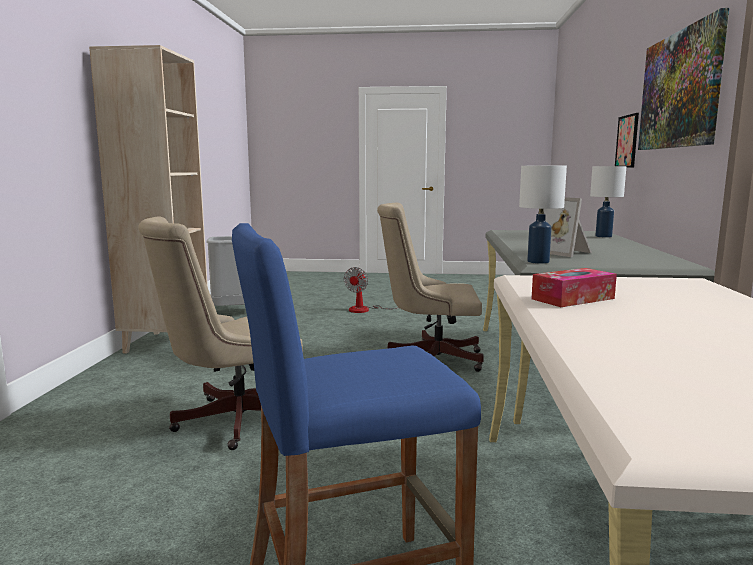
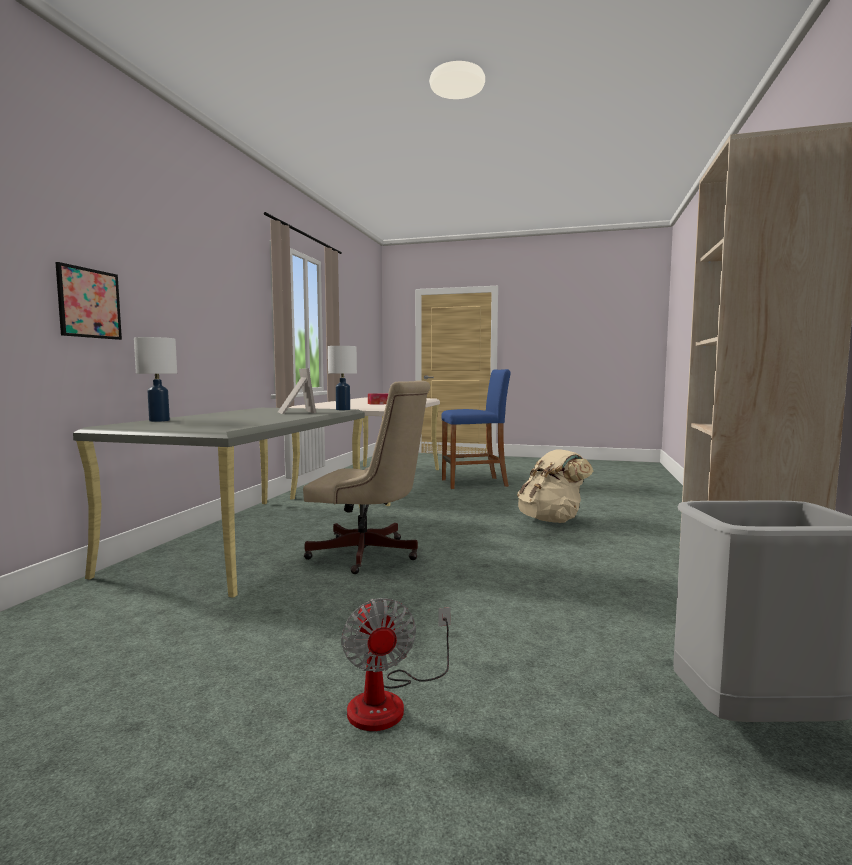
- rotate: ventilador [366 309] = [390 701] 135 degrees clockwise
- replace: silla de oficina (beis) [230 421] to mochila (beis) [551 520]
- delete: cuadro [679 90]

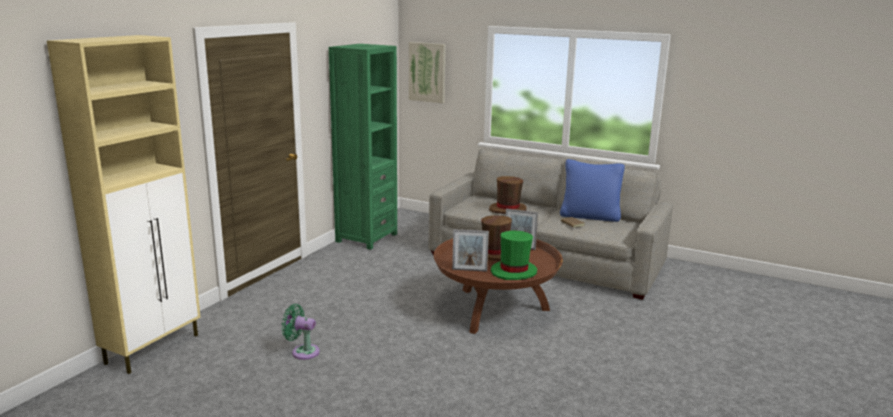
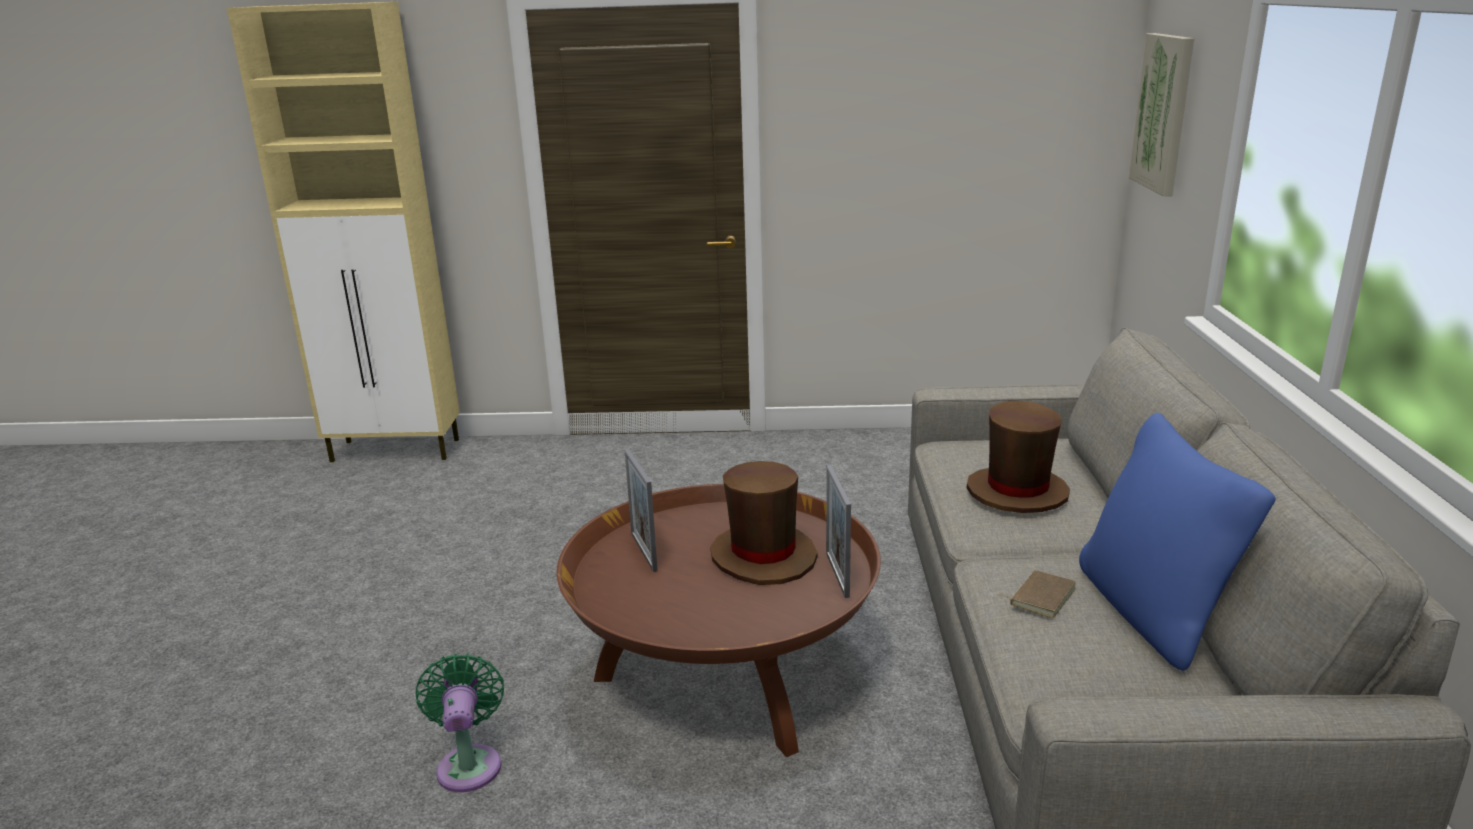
- move: ventilador (verde) [302 352] to [469 763]
- delete: estantería (verde) [366 238]
- delete: sombrero (verde) [514 272]

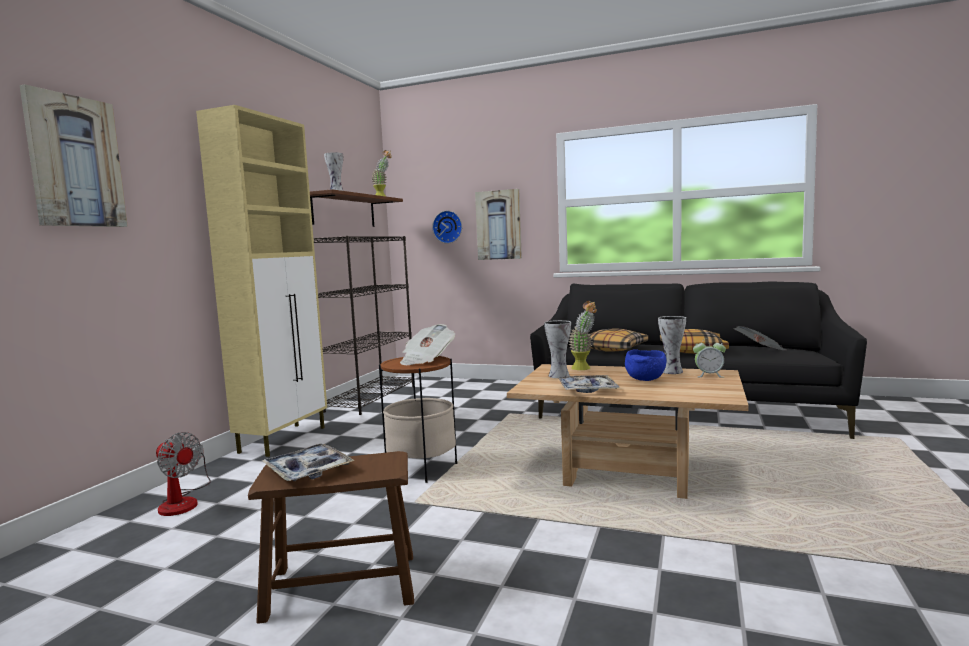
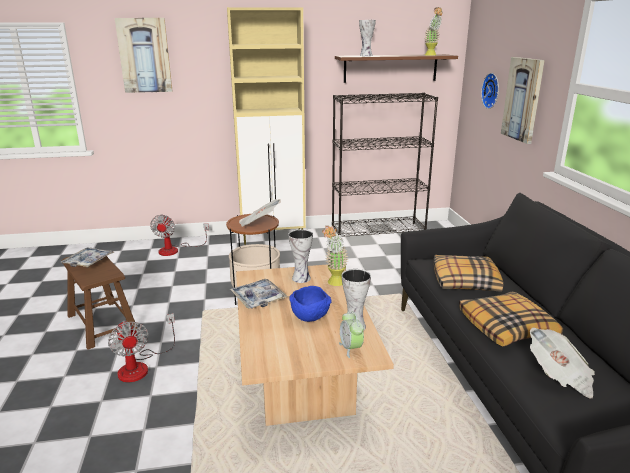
- insert: ventilador [141 366]

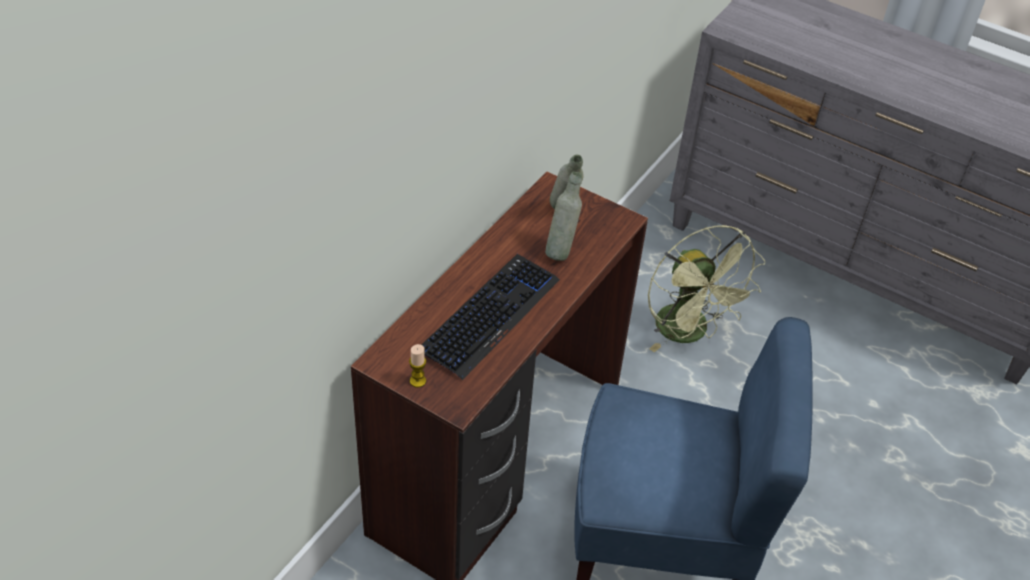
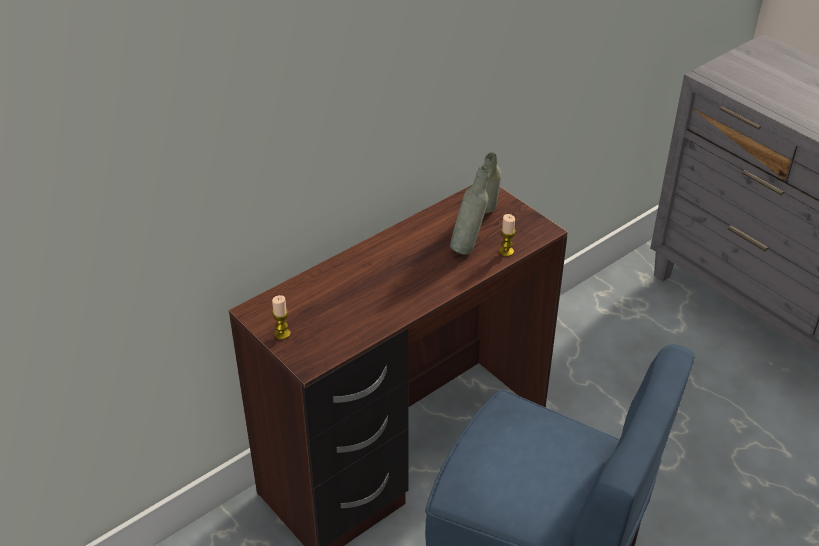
- insert: vela [506 251]
- delete: teclado [489 316]
- delete: ventilador (verde) [689 333]

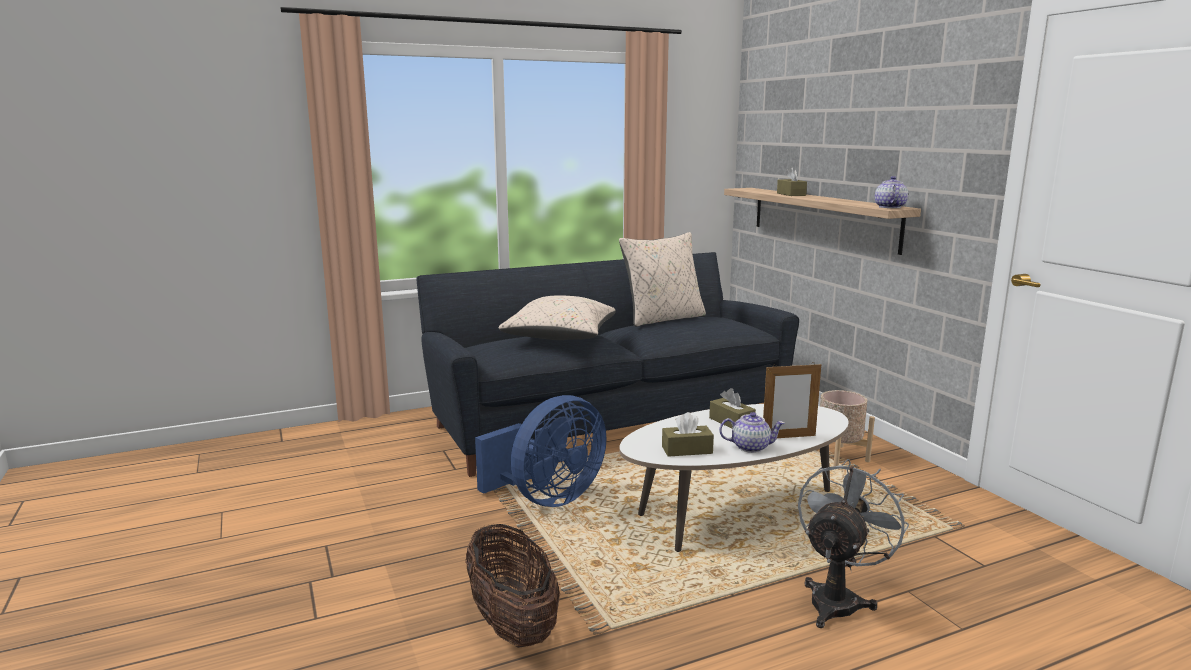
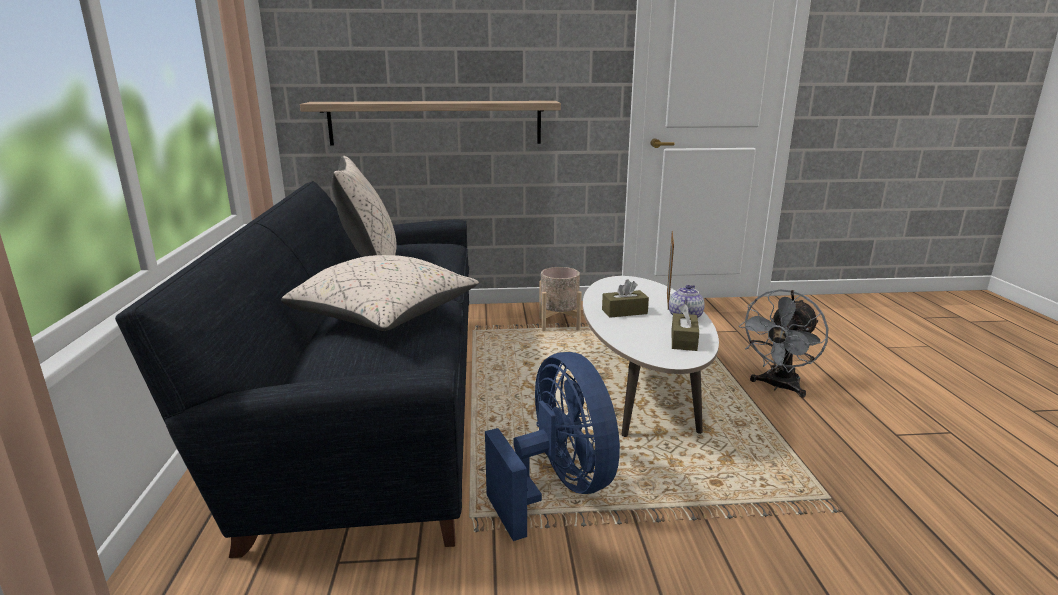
- rotate: ventilador (gris) [838 599] = [778 386] 105 degrees counterclockwise
- delete: cesta [512 623]
- delete: caja de pañuelos (marrón) [791 194]
- delete: tetera [889 207]

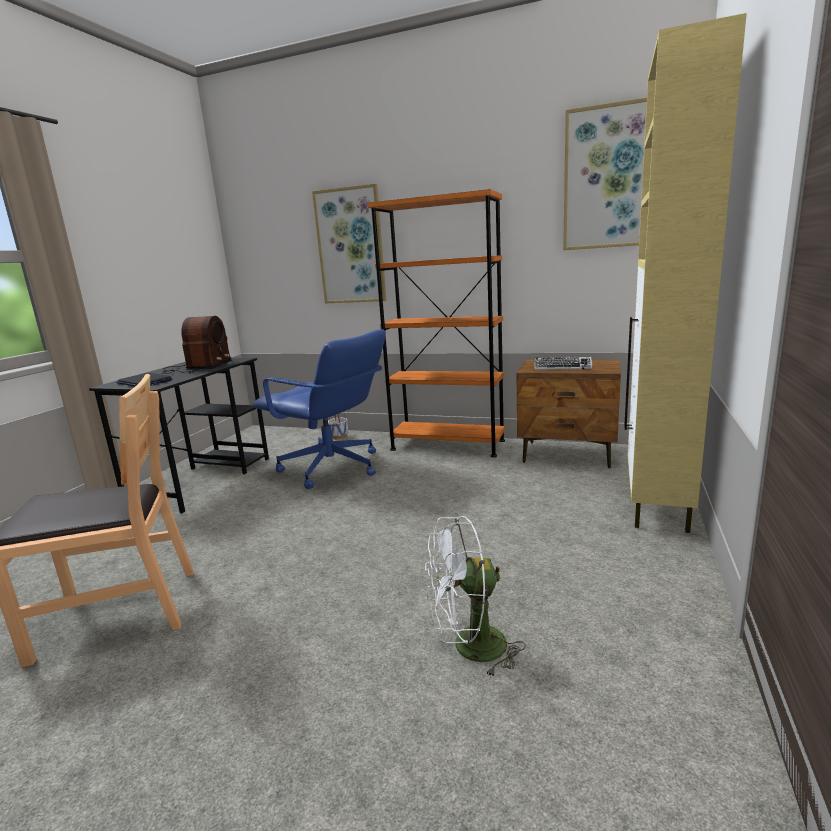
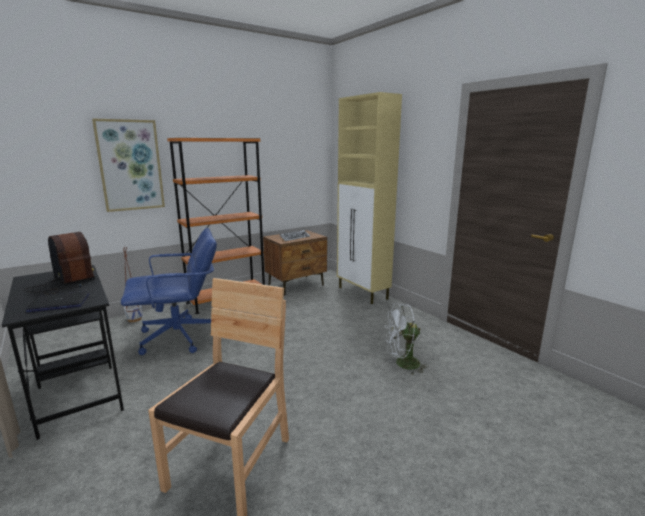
- rotate: ventilador (blanco) [469 648] = [402 364] 60 degrees clockwise
- delete: cuadro [607 178]

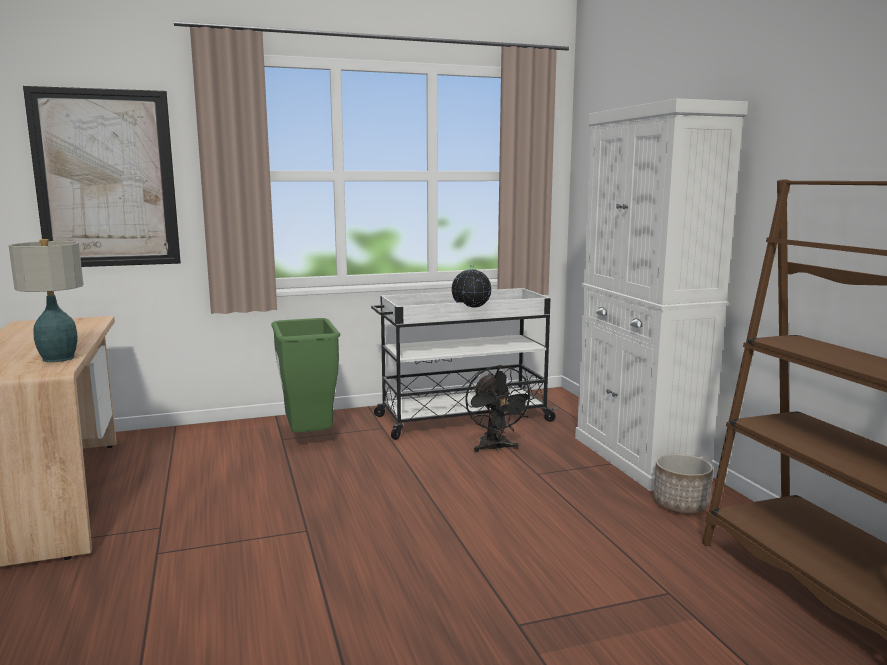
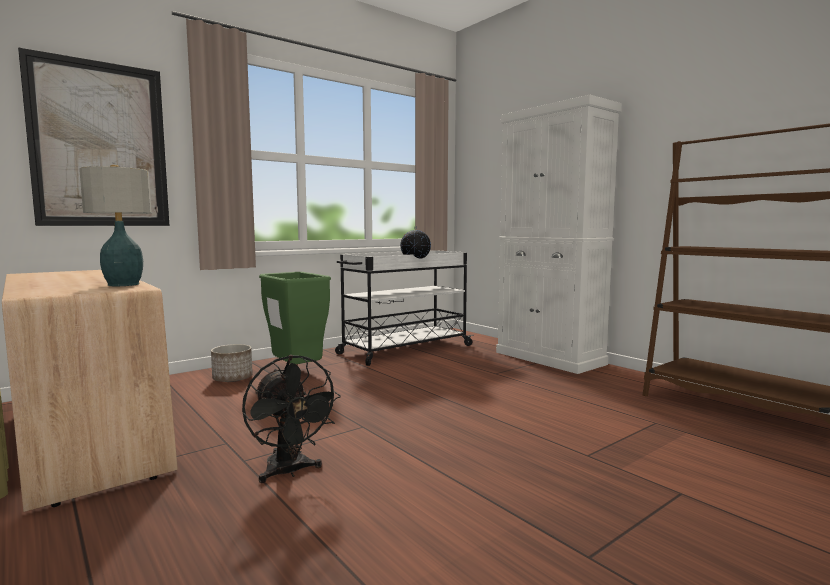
- move: maceta [680 504] to [232 378]
- move: ventilador (negro) [495 448] to [289 472]

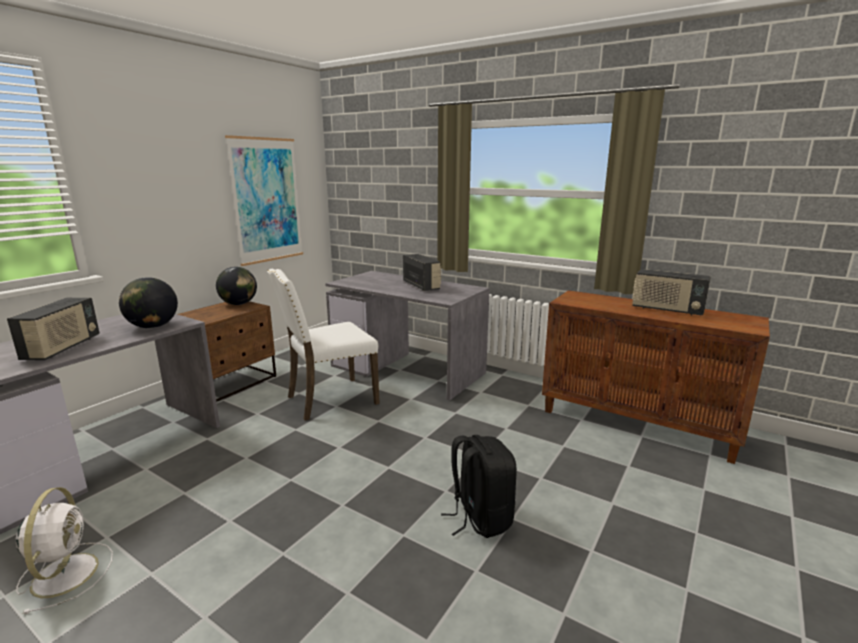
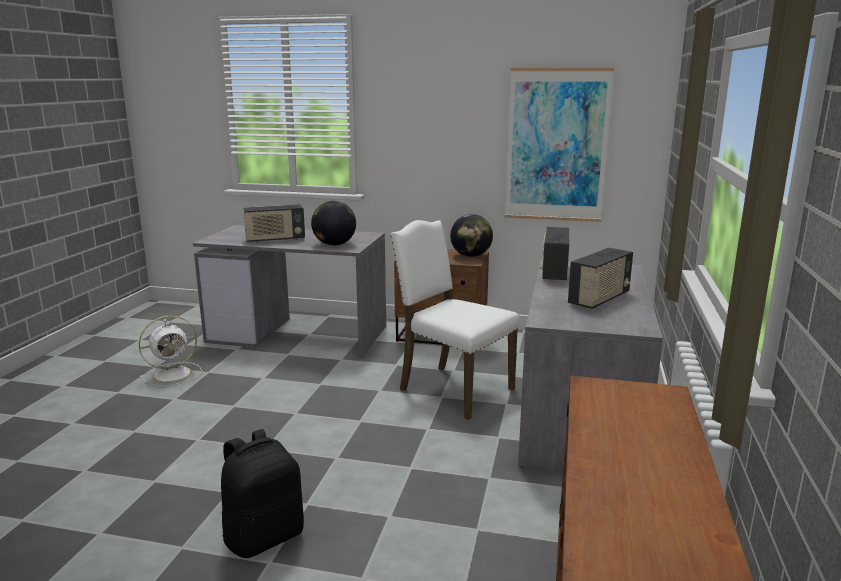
- move: radio [666 310] to [554 272]

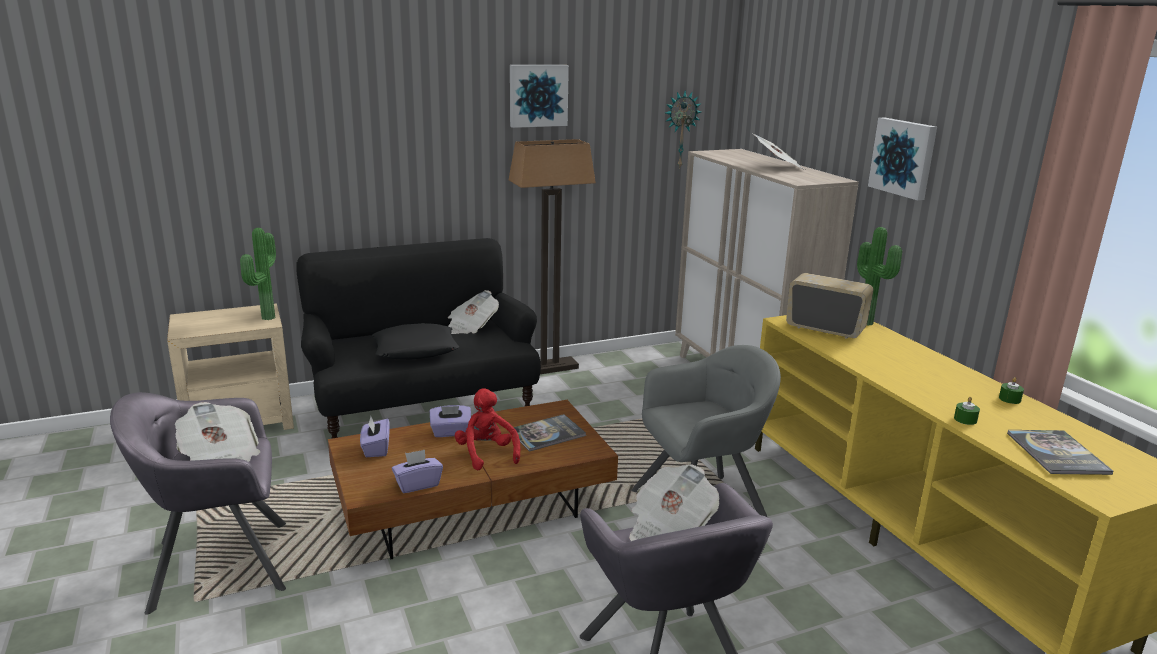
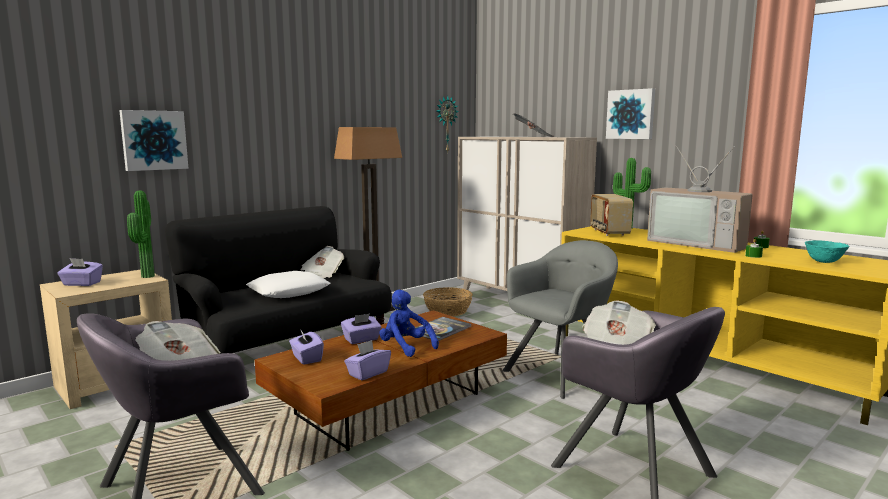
- insert: caja de pañuelos (morado) [81 284]
- move: cuadro [538 95] to [154 140]
- recolor: cojín (negro) [416 349] to cojín (blanco) [289 292]
- recolor: peluche (rojo) [486 454] to peluche (azul) [405 347]
- insert: cesta [448 311]
- rotate: radio [825 329] = [608 232] 105 degrees counterclockwise
- insert: televisor [698 243]
- replace: libro [1057 453] to cuenco (turquesa) [824 262]

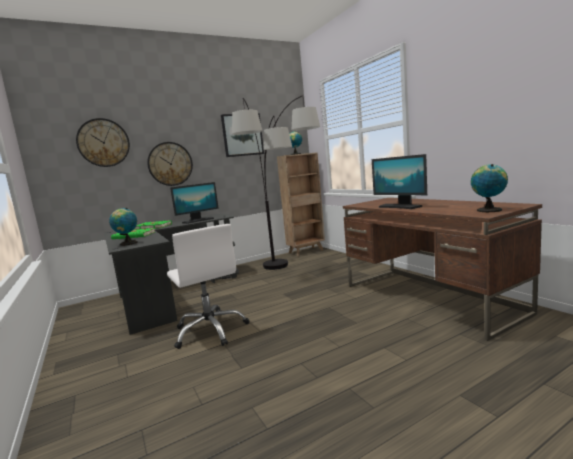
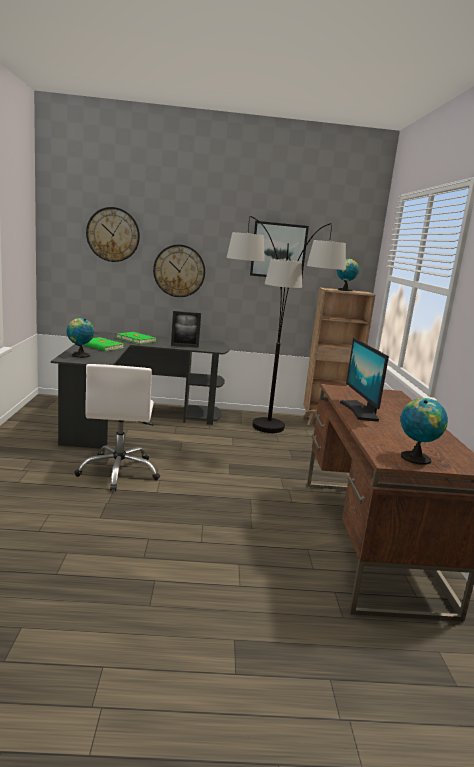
- replace: monitor [198 220] to portarretratos [184 346]

